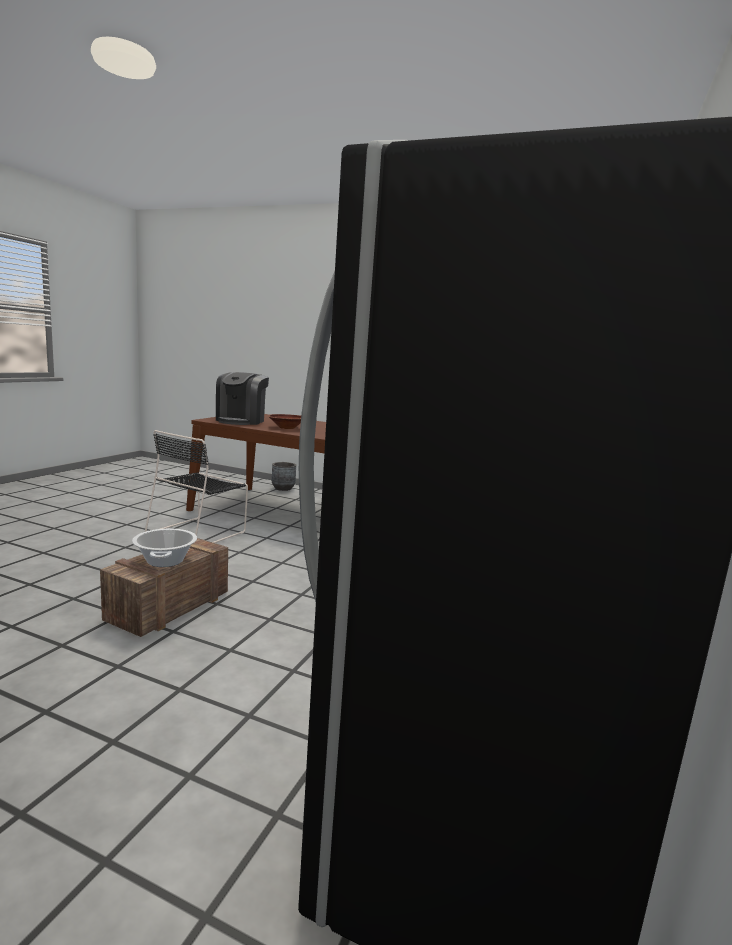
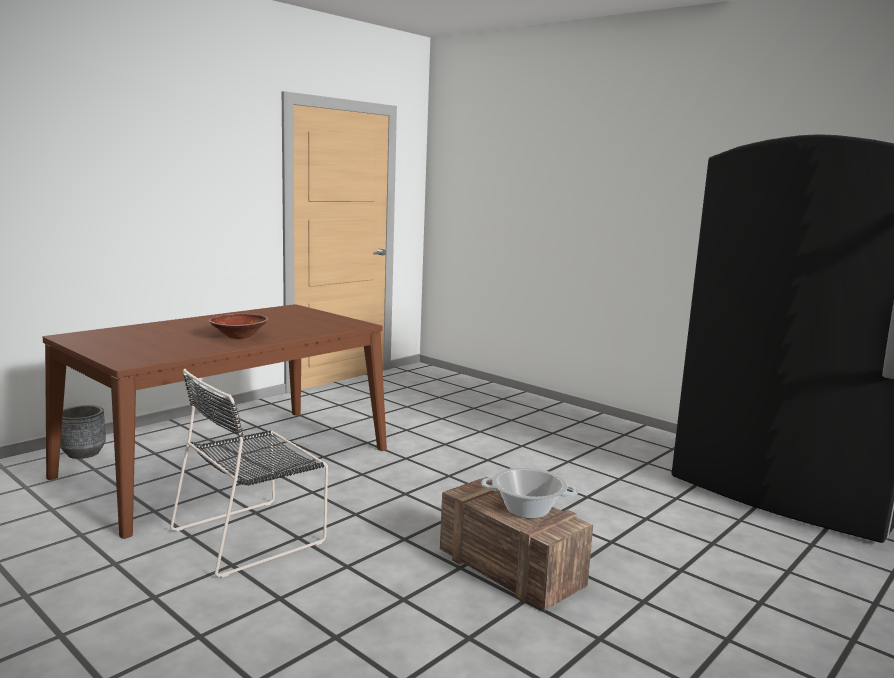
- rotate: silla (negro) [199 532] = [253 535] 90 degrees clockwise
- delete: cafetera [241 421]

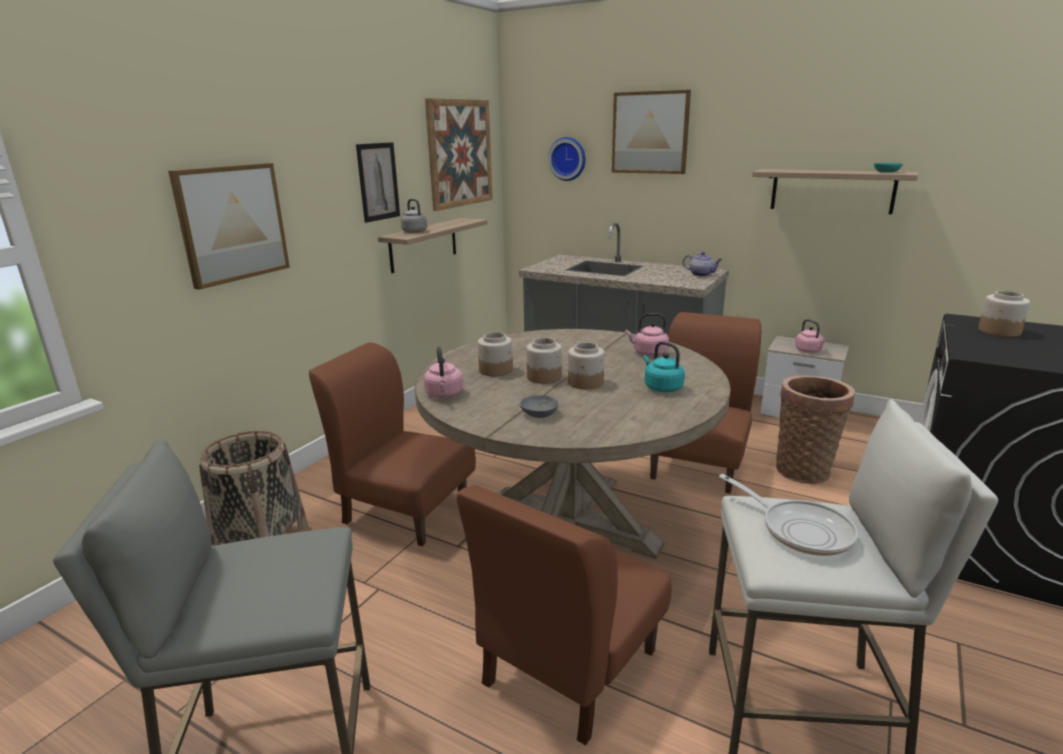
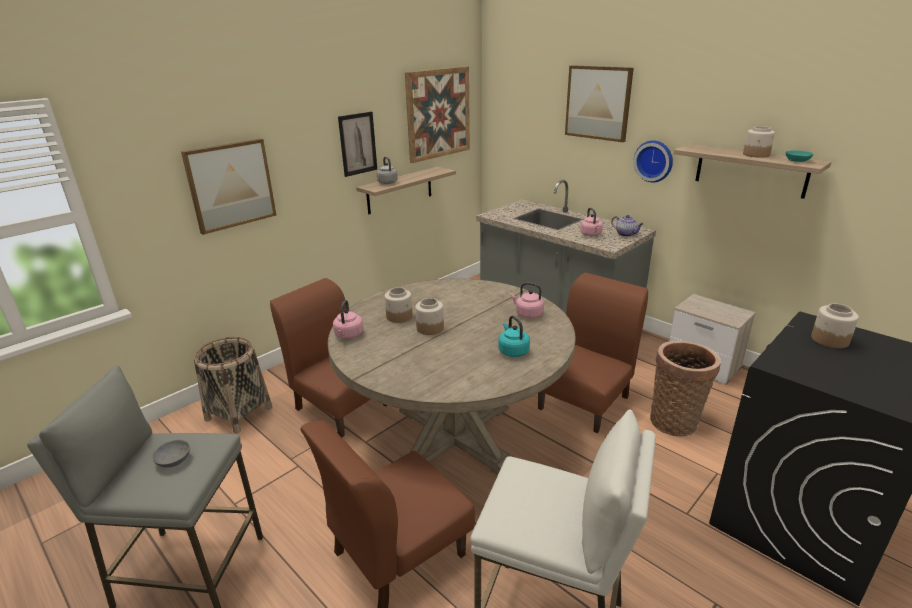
- move: cuenco (gris) [538 414] to [172 460]
- move: hervidor (rosa) [809 351] to [591 234]
- move: reloj de pared [568 159] to [654 161]
- move: tarro [586 383] to [756 155]
- delete: sartén [800 530]

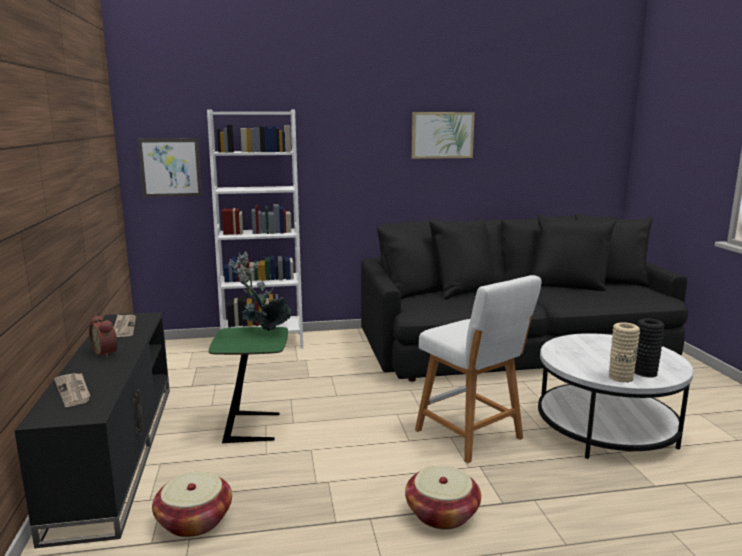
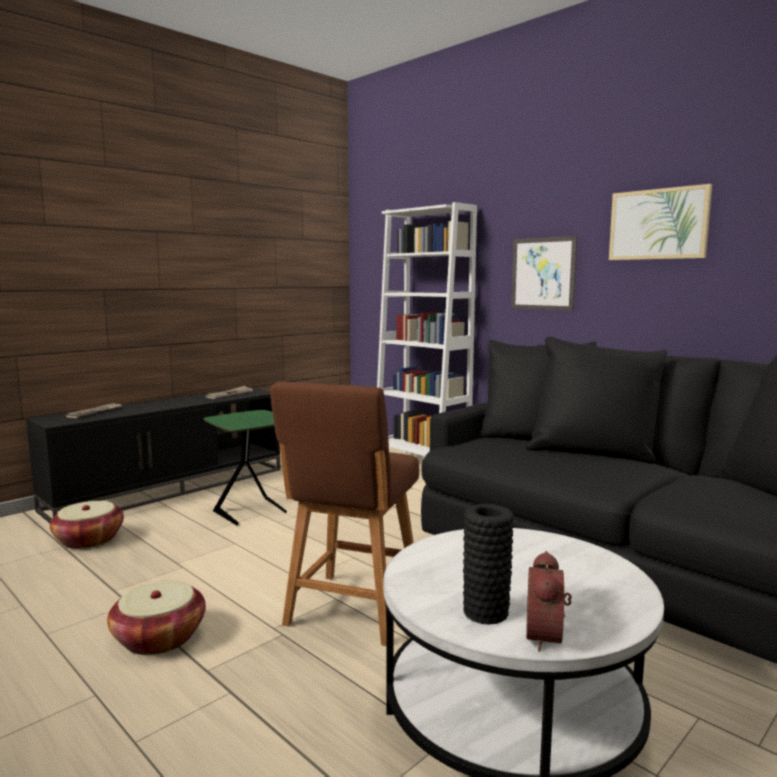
- recolor: taburete (blanco) [472 436] to taburete (marrón) [351 611]
- move: cuadro [170 167] to [543 273]
- move: despertador [107 352] to [548 637]
- delete: planta en maceta [262 332]
- delete: florero (beis) [620 377]

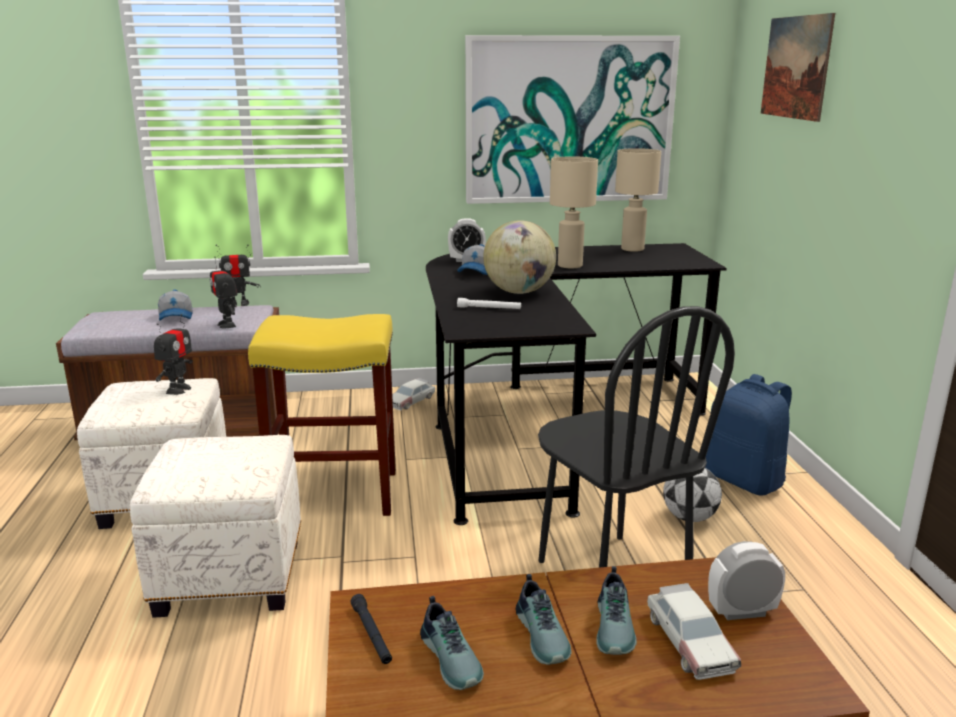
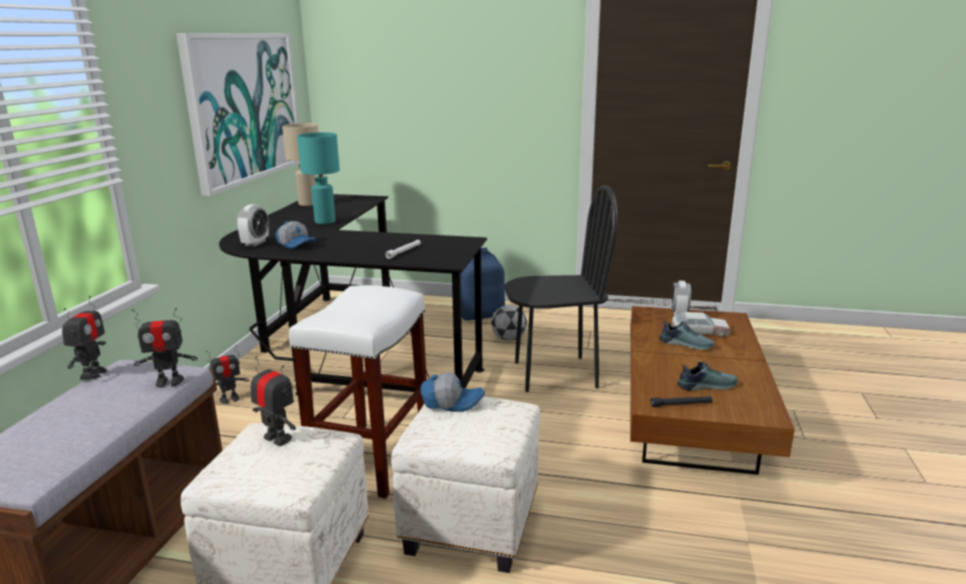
- replace: coche de juguete [410 401] to robot de juguete [229 399]
- recolor: taburete (amarillo) [337 493] to taburete (blanco) [371 458]
- recolor: lámpara de mesa (beis) [570 265] to lámpara de mesa (turquesa) [325 222]
- move: gorra [177 316] to [452 402]
- delete: globo terráqueo [519 292]
- delete: zapato [544 635]
- delete: cuadro [796 67]

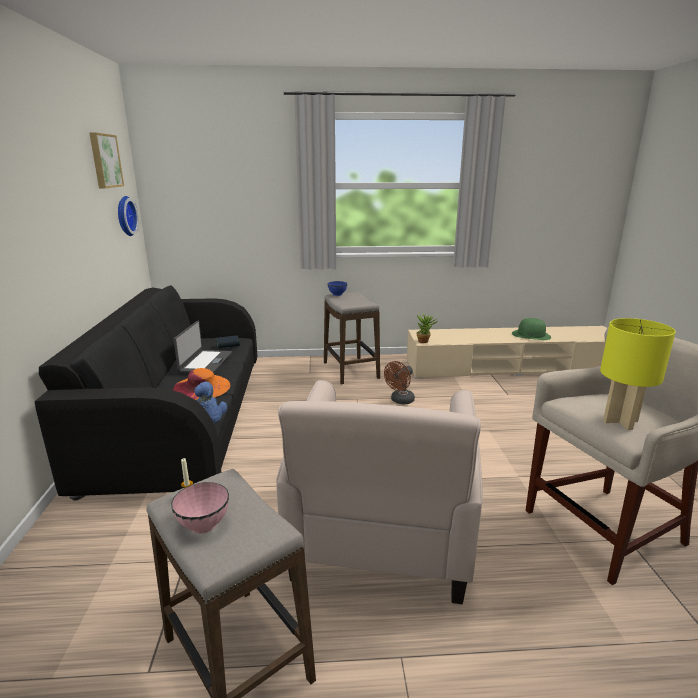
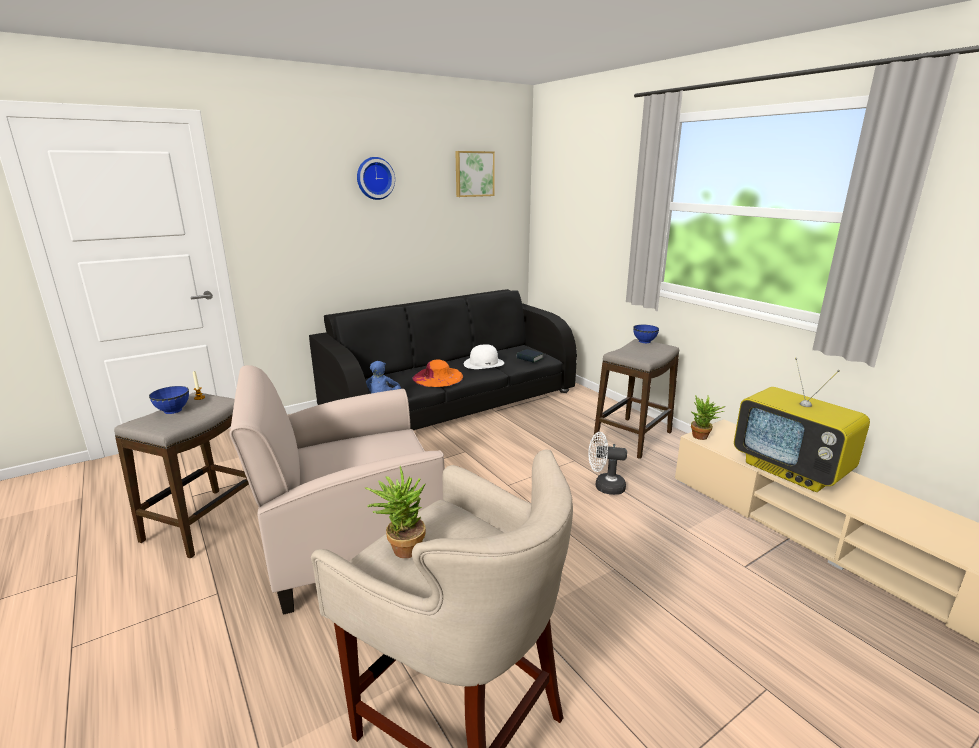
- recolor: cuenco (rosa) [204 524] to cuenco (azul) [173 410]
- move: reloj de pared [124 216] to [374 178]
- replace: lámpara de mesa (amarillo) [619 421] to planta en maceta [401 548]
- replace: portátil [205 362] to sombrero (blanco) [484 363]
- recolor: ventilador (marrón) [400 401] to ventilador (blanco) [604 486]
- insert: televisor [791 470]
- delete: sombrero (verde) [531 335]

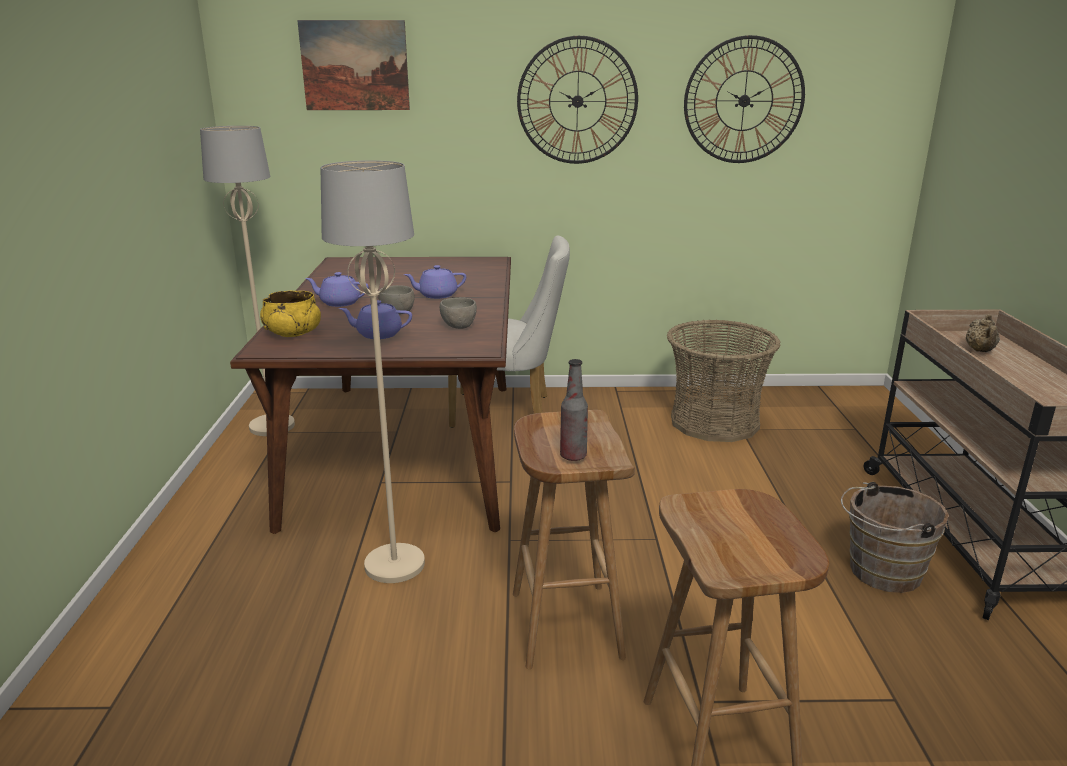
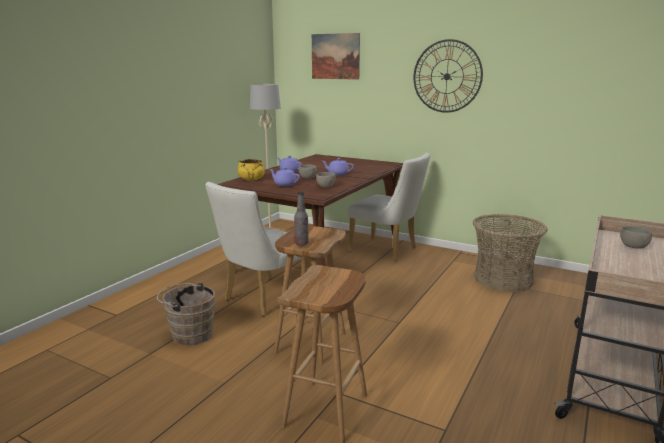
- move: cubo (marrón) [879 572] to [189 334]
- replace: lámpara de pie (beis) [394 565] to silla (blanco) [262 299]
- replace: tetera (beis) [980 351] to cuenco (gris) [634 247]
- delete: reloj de pared [744 101]

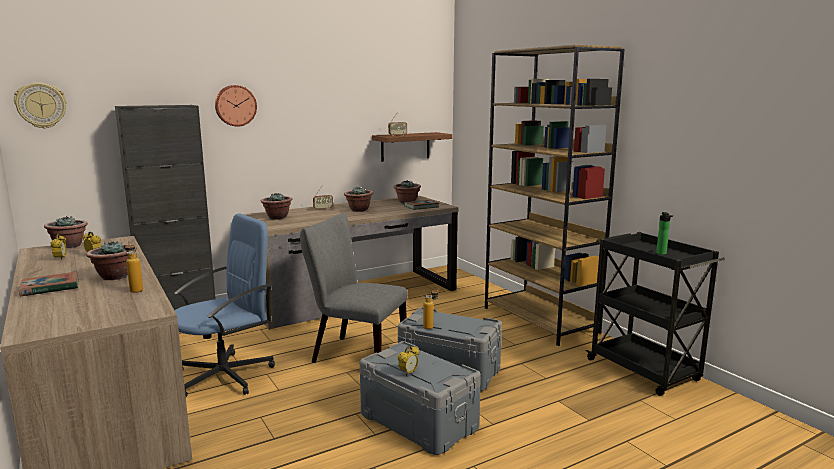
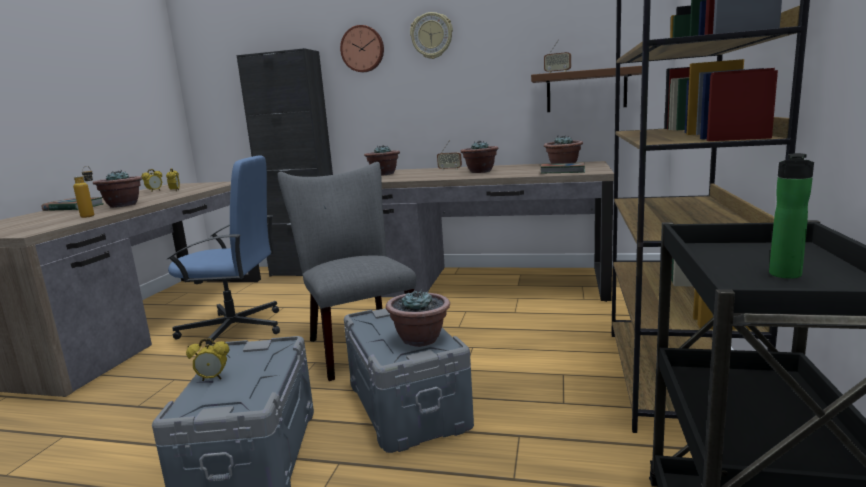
- move: planta en maceta [69 246] to [420 339]
- move: reloj de pared [41 105] to [431 36]
- delete: botella [431 326]

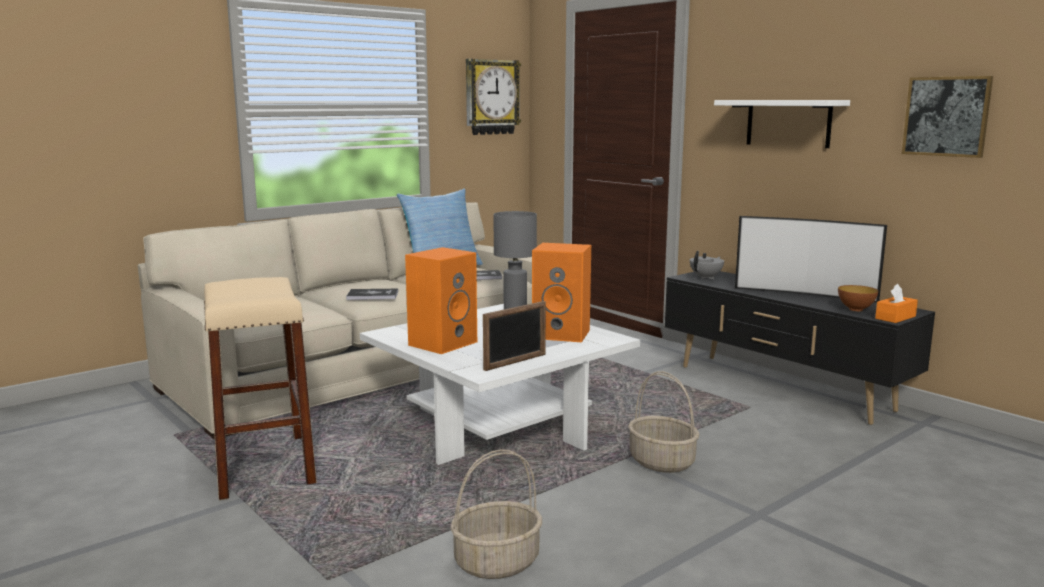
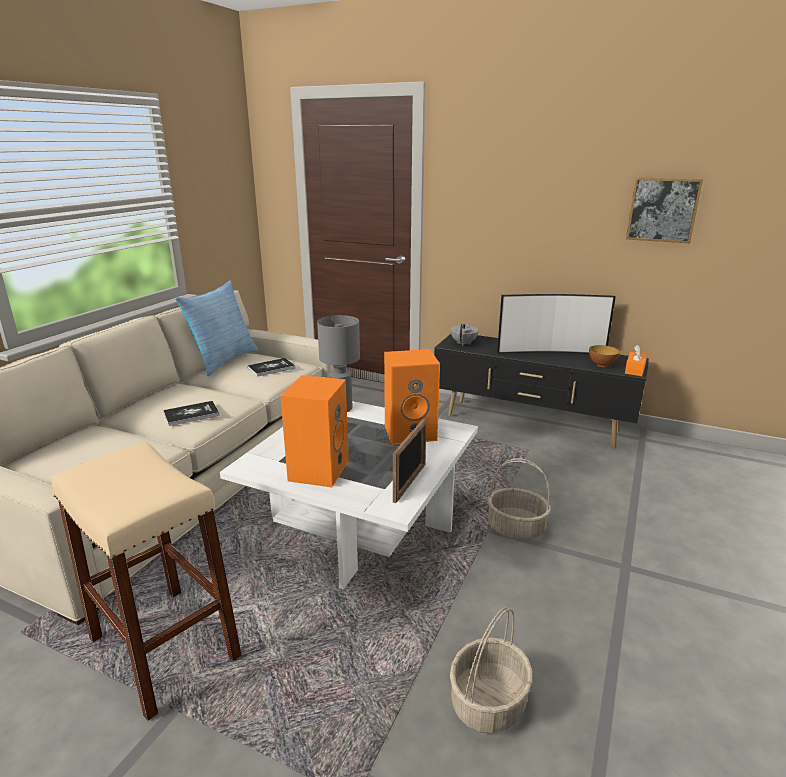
- delete: reloj de pared [491 97]
- delete: estante (blanco) [788 123]

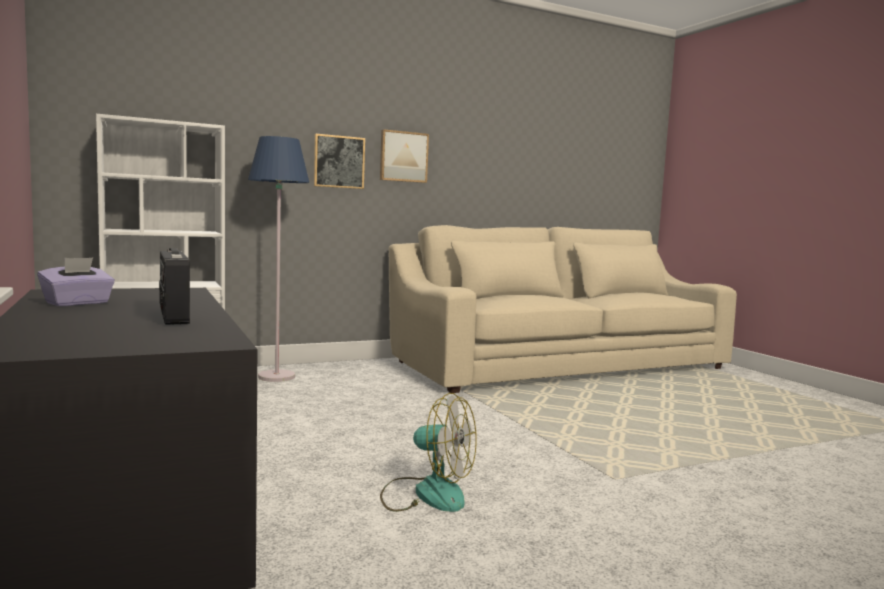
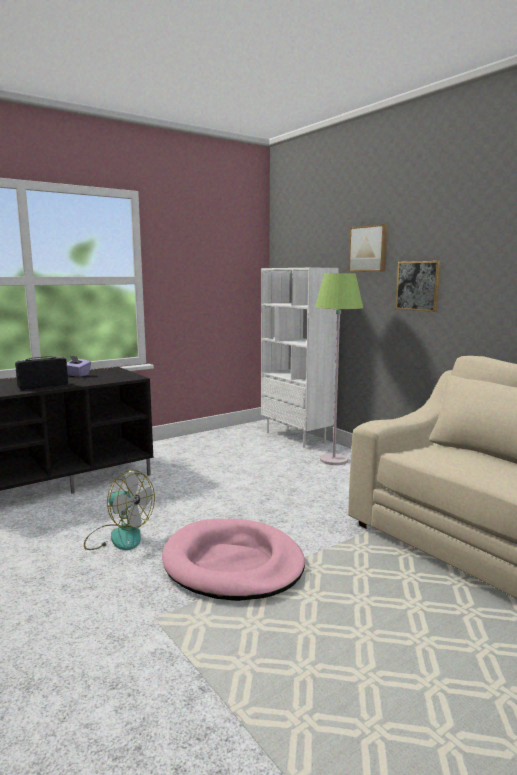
- rotate: ventilador [427 493] = [118 536] 75 degrees counterclockwise
- insert: cama para perro (rosa) [233 564]
- recolor: lámpara de pie (azul) [276 377] to lámpara de pie (verde) [334 460]
- move: cuadro [403 157] to [369 249]

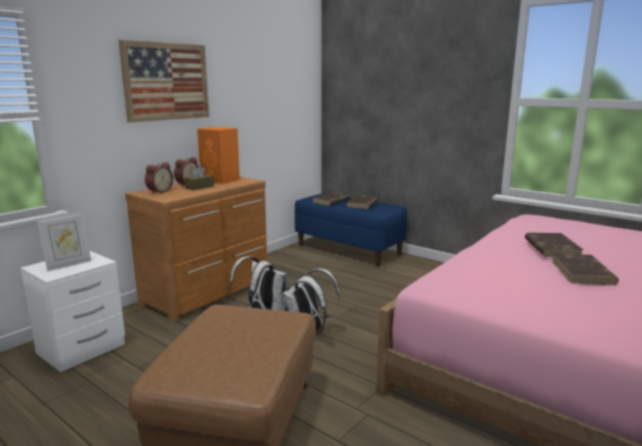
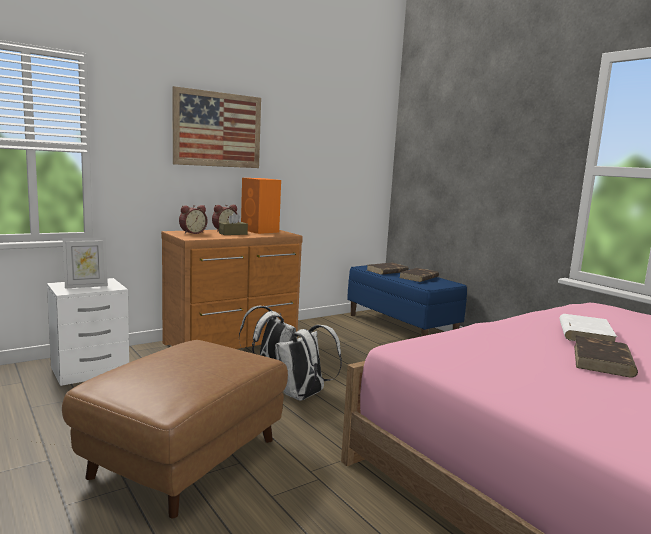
- recolor: libro (marrón) [551 248] to libro (blanco) [585 333]

